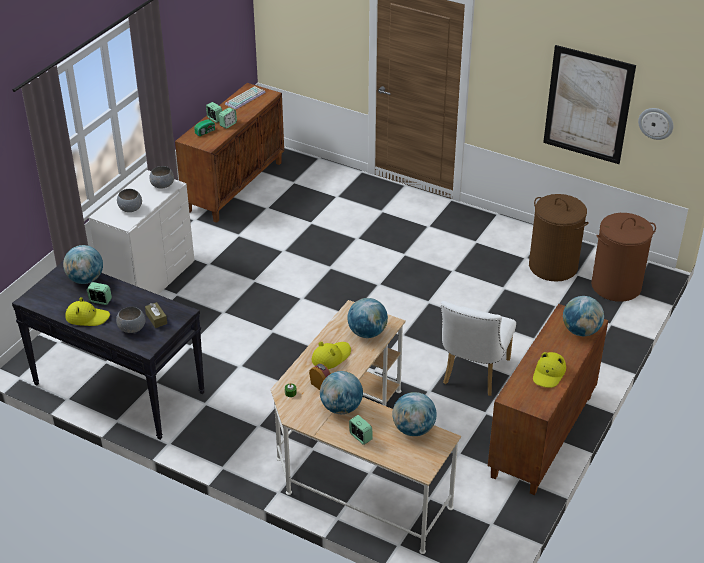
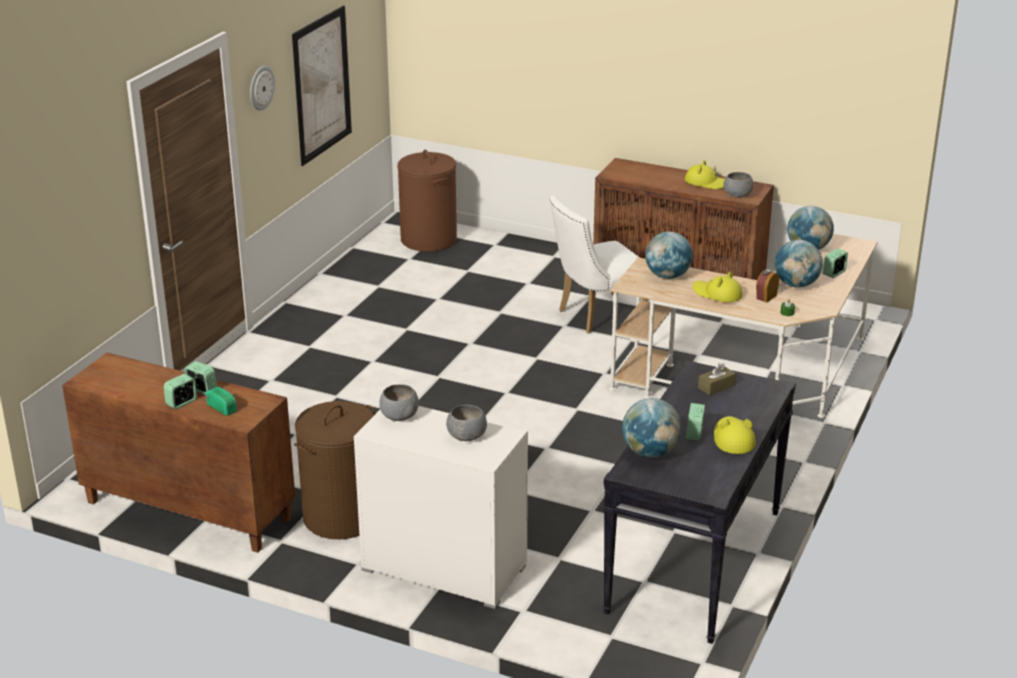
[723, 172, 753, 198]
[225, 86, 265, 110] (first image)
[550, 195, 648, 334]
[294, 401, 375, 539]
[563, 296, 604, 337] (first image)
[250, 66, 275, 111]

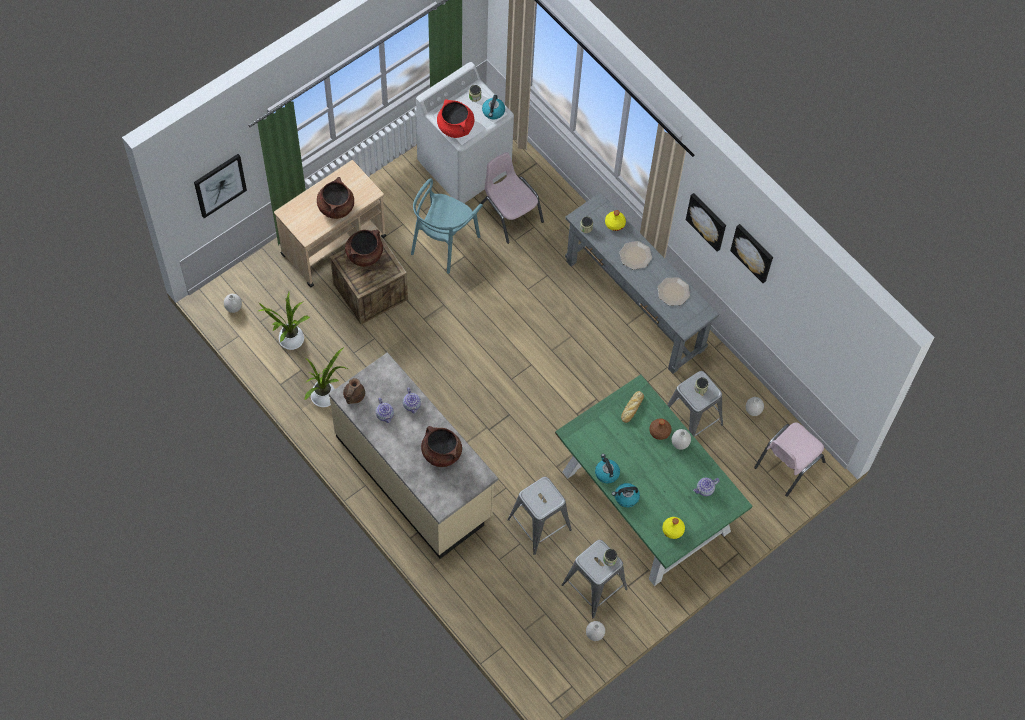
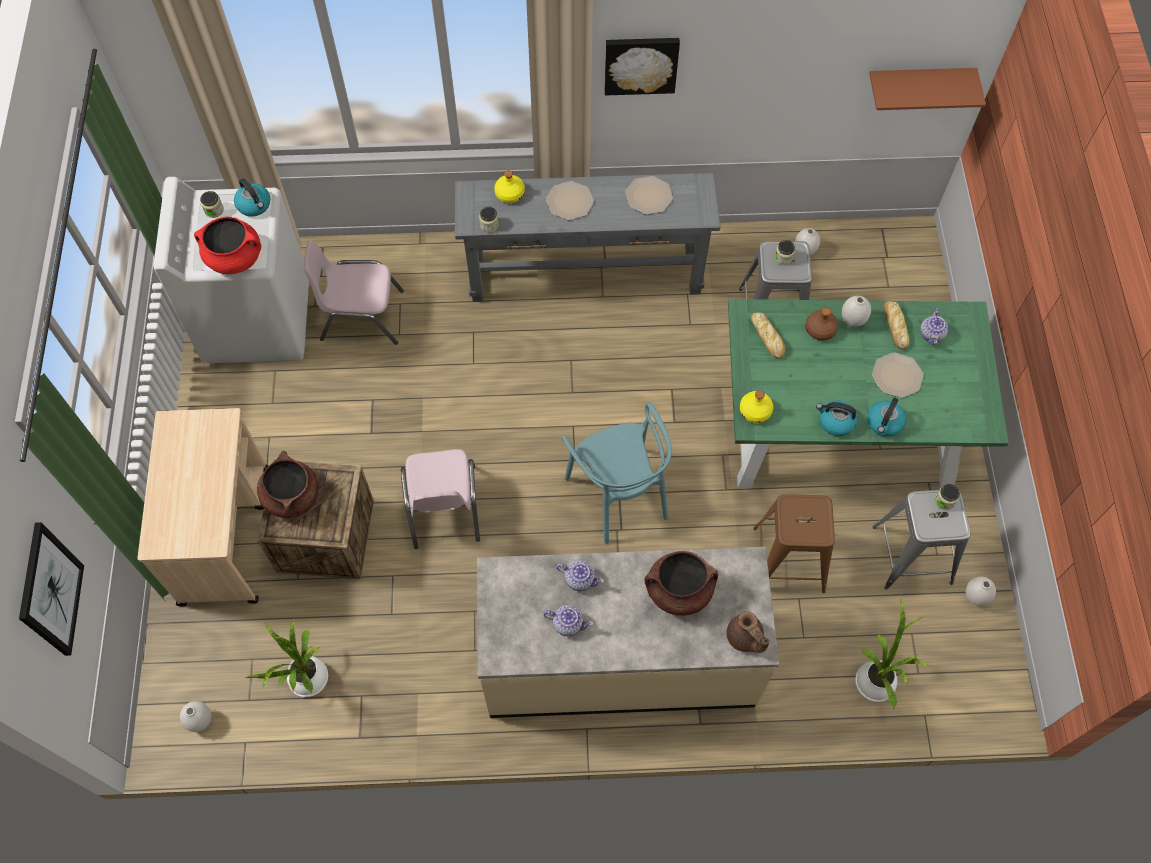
[855, 600, 931, 709]
[317, 177, 354, 219] (first image)
[726, 612, 770, 653]
[561, 402, 672, 544]
[753, 494, 835, 593]
[740, 390, 773, 423]
[730, 224, 773, 283] (first image)
[401, 449, 480, 549]
[869, 68, 986, 110]
[872, 352, 924, 398]
[884, 301, 909, 350]

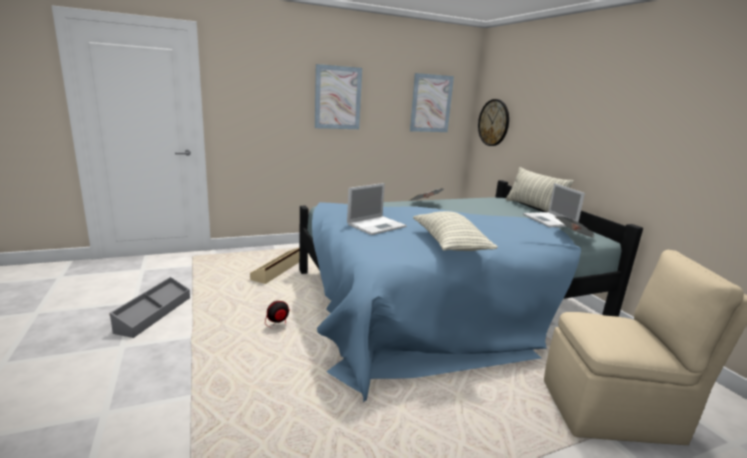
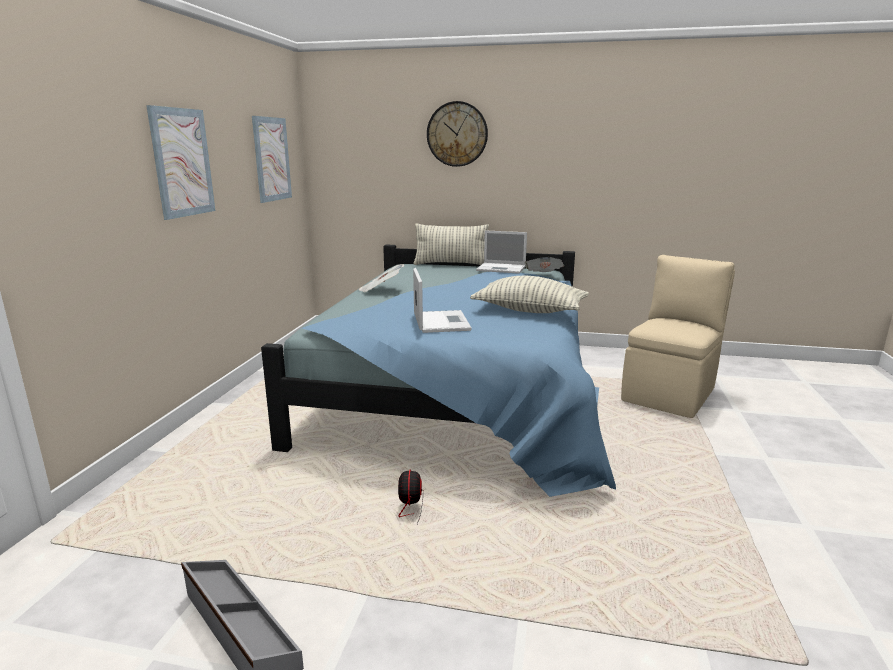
[250, 248, 299, 284] (first image)
[427, 101, 488, 167]

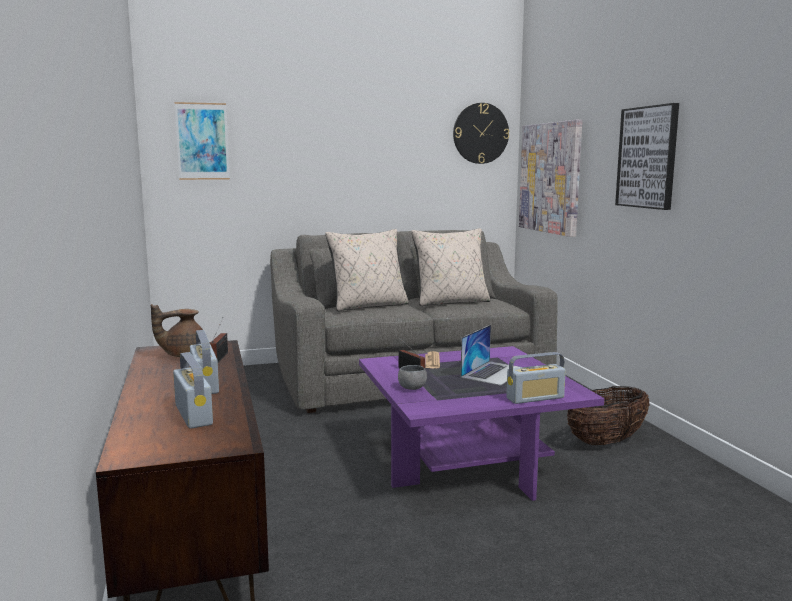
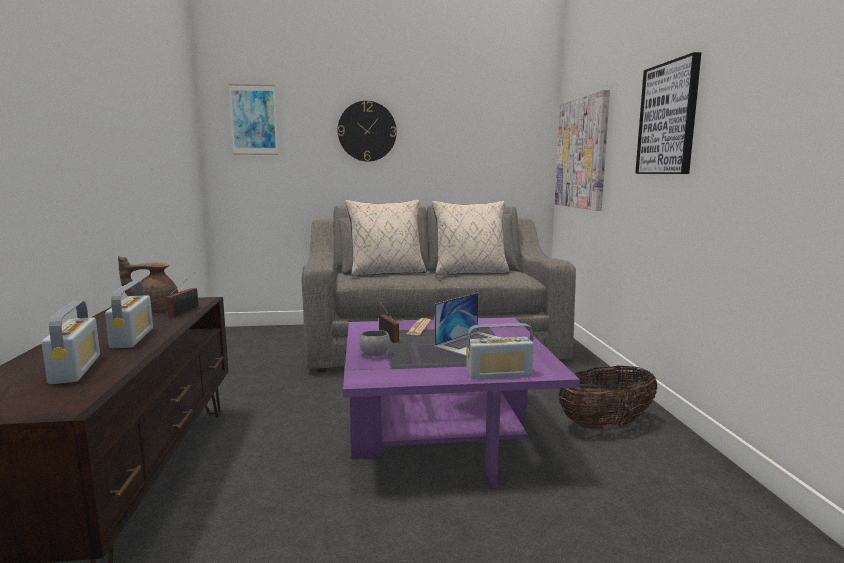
[338, 101, 397, 162]

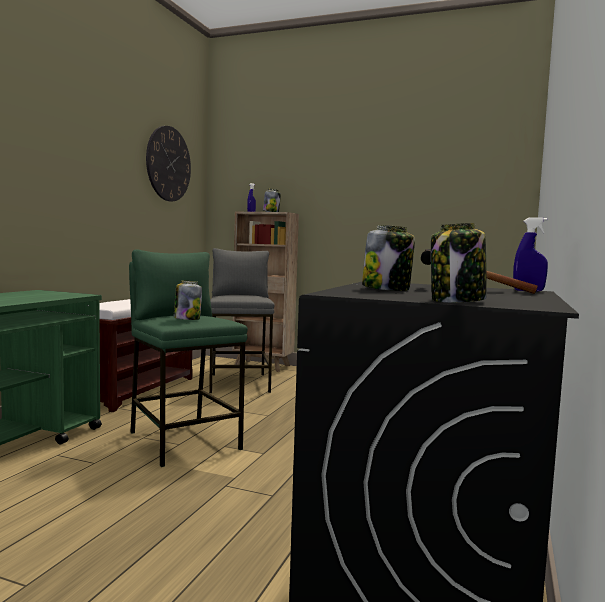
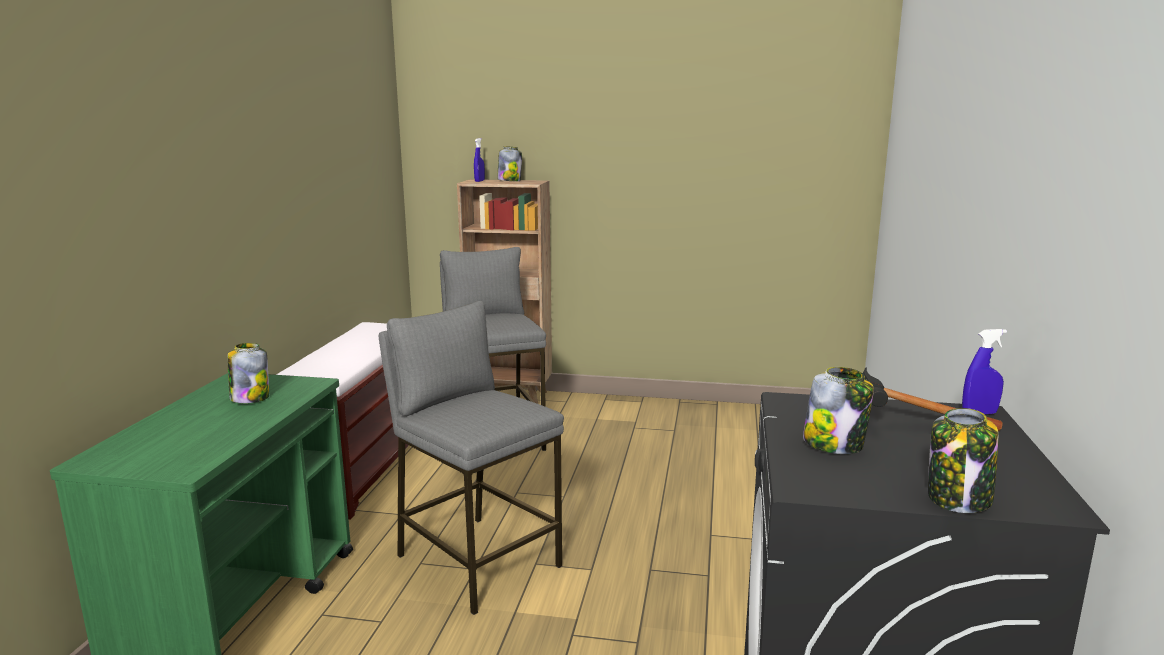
[379, 301, 564, 615]
[146, 126, 191, 201] (first image)
[228, 343, 269, 403]

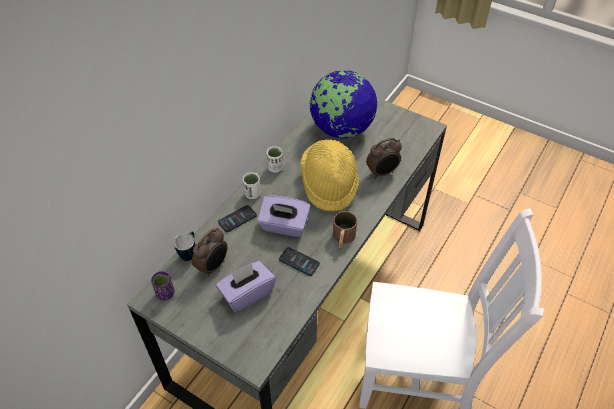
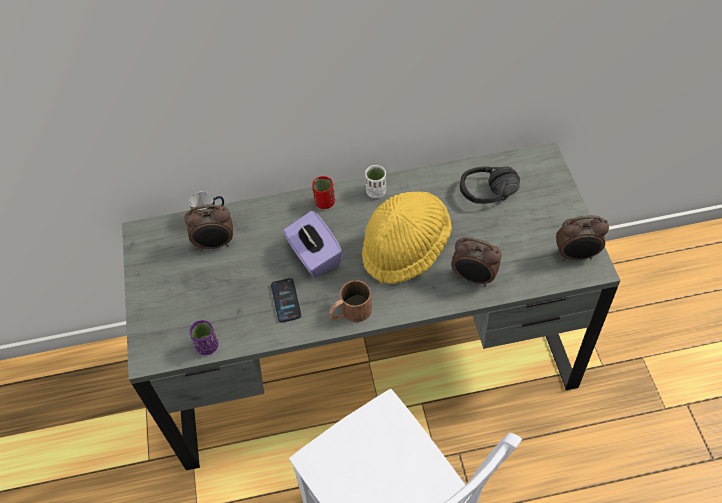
[189, 320, 218, 355]
[216, 261, 276, 313] (first image)
[218, 205, 257, 232] (first image)
[312, 176, 335, 209]
[460, 166, 520, 204]
[556, 215, 609, 261]

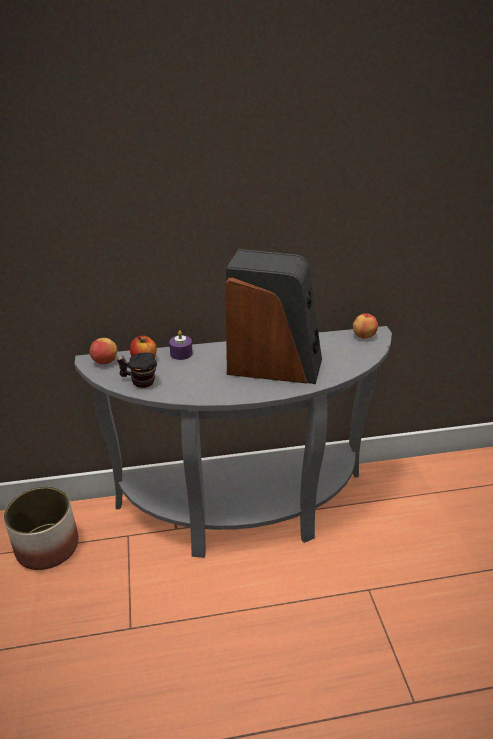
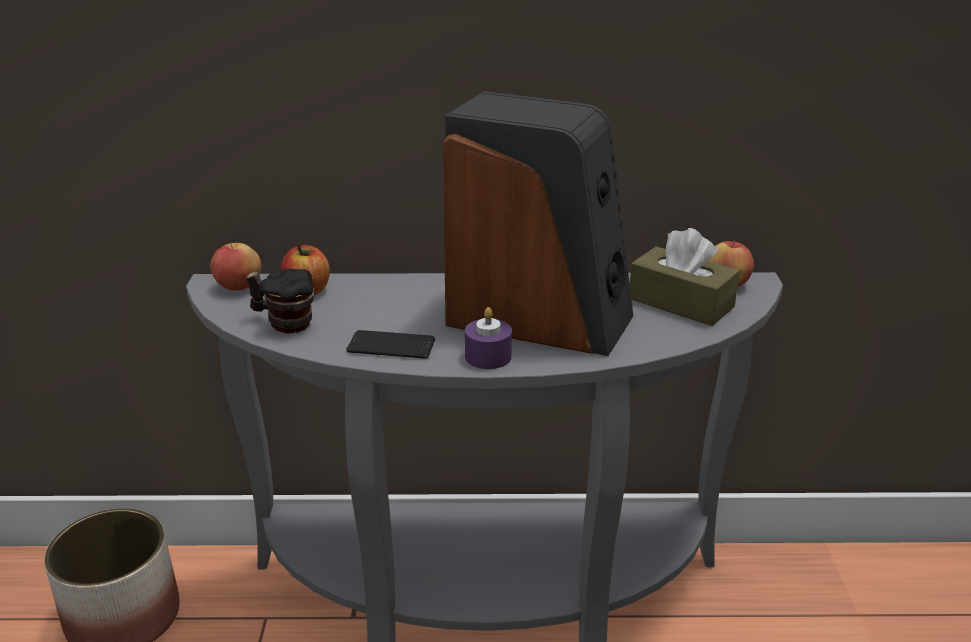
[465, 307, 512, 369]
[346, 330, 435, 359]
[630, 228, 740, 326]

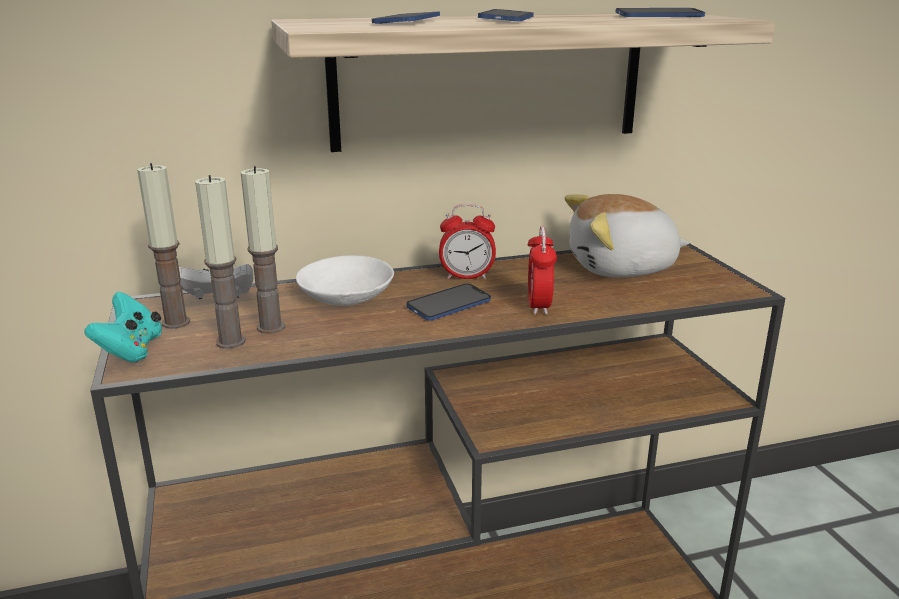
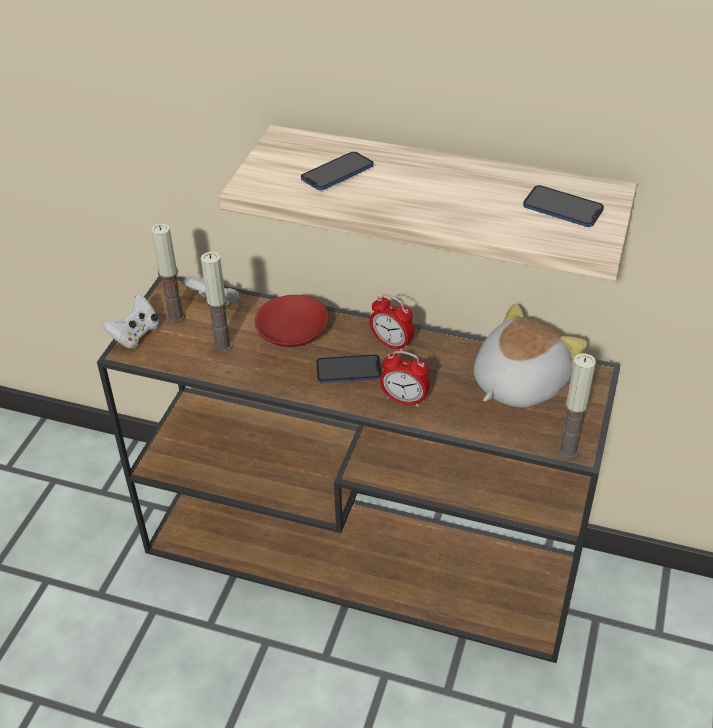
[102, 293, 159, 349]
[557, 353, 596, 459]
[255, 295, 329, 347]
[478, 9, 534, 21] (first image)
[380, 351, 430, 407]
[473, 303, 587, 408]

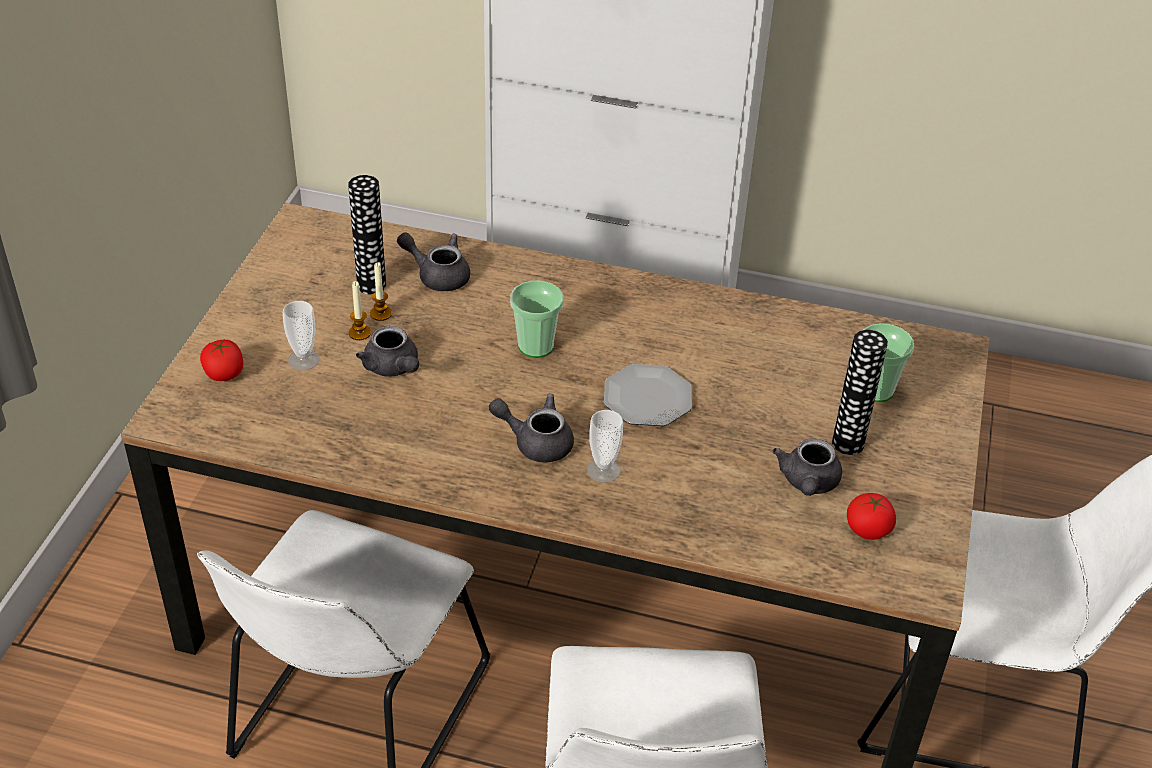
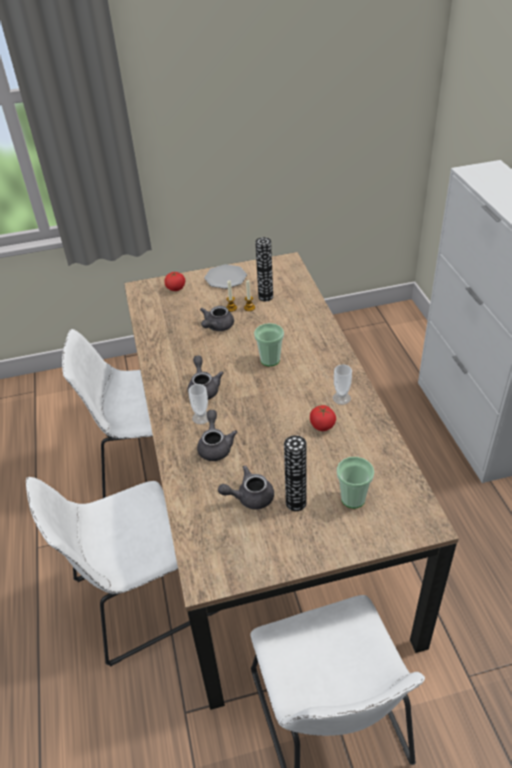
[333, 364, 352, 405]
[197, 410, 237, 461]
[204, 264, 247, 289]
[310, 405, 336, 431]

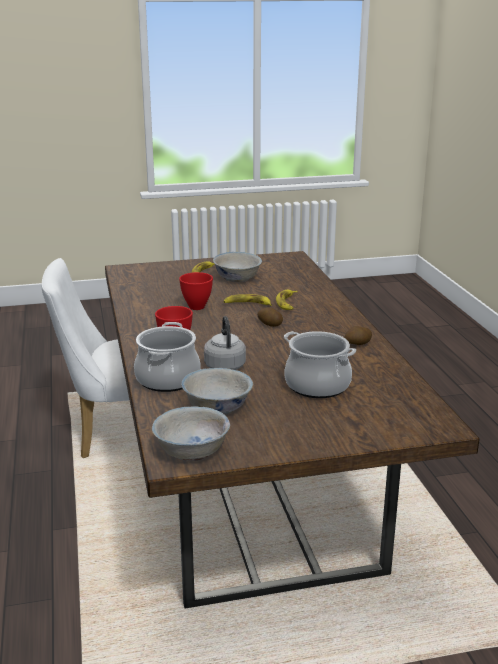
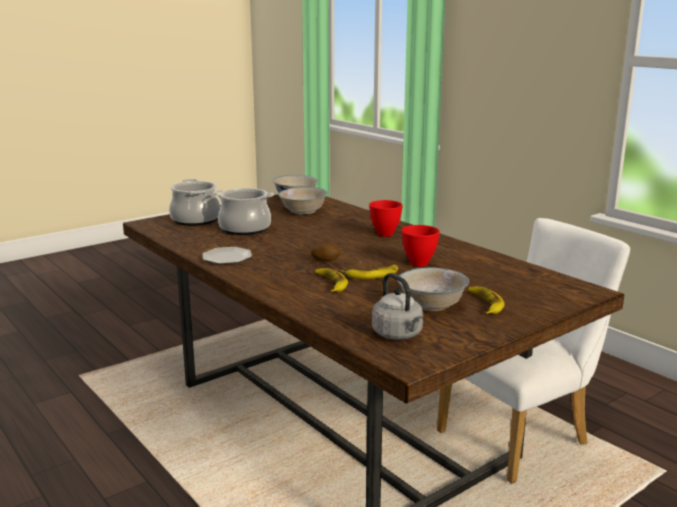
[169, 179, 221, 226]
[372, 273, 423, 340]
[203, 247, 252, 264]

